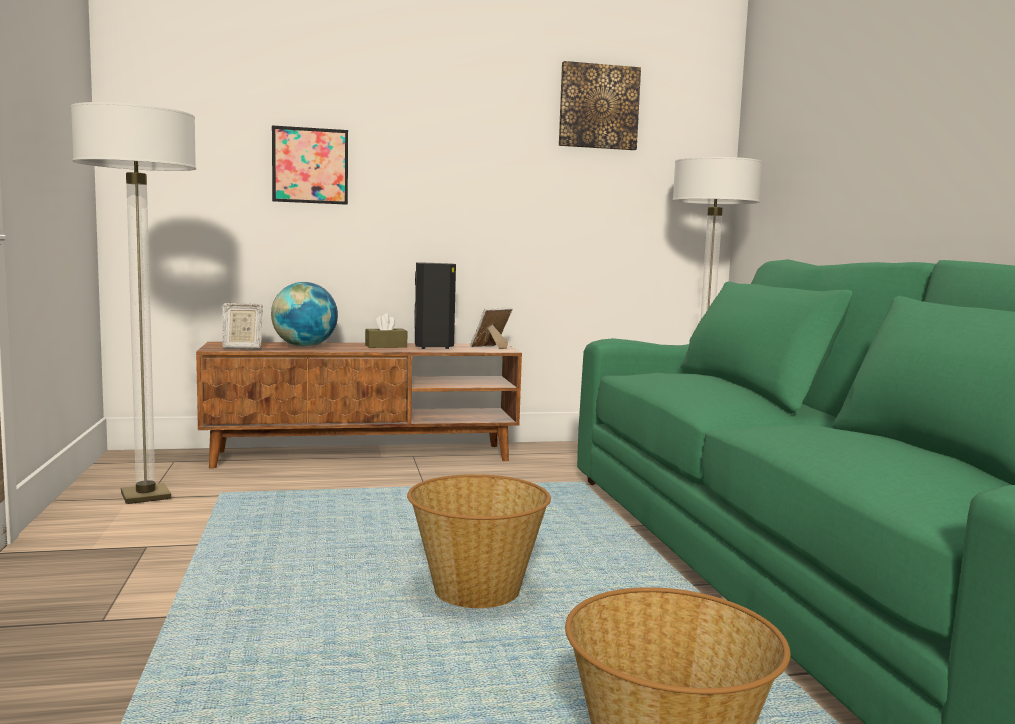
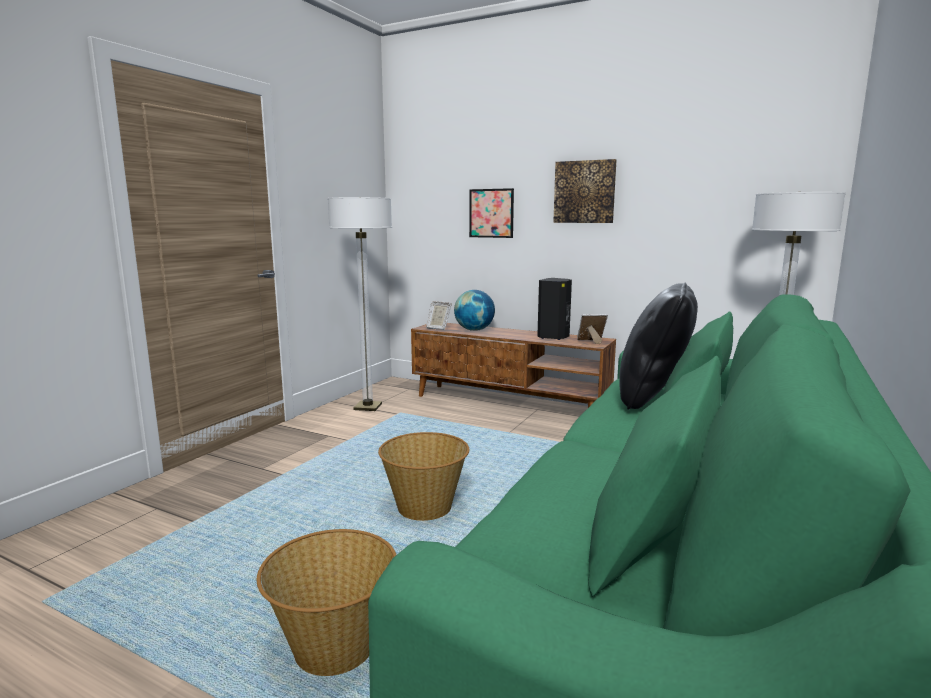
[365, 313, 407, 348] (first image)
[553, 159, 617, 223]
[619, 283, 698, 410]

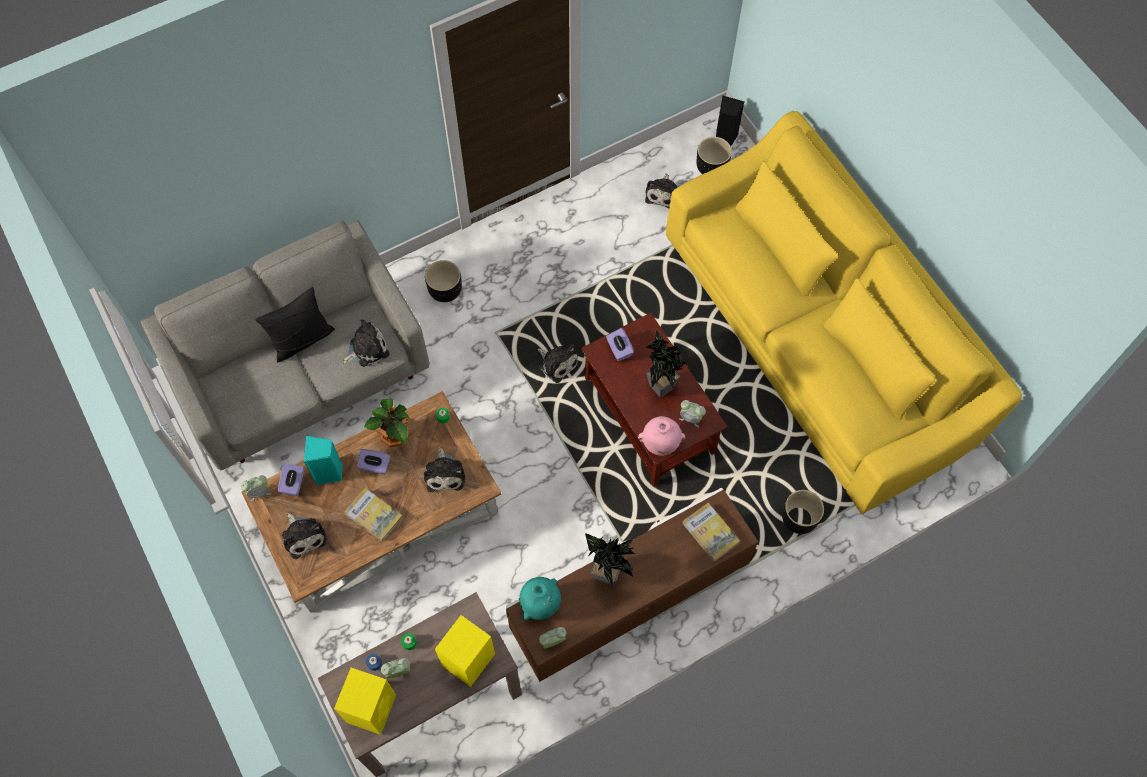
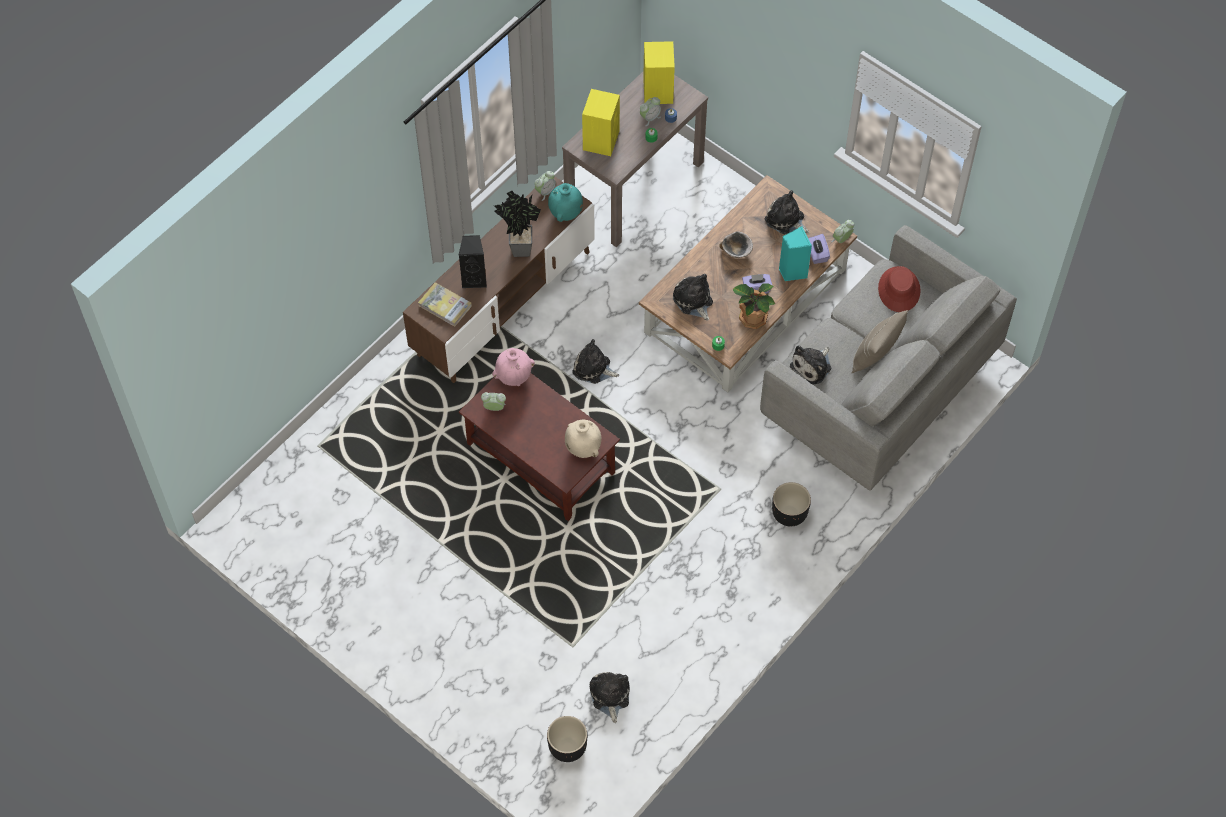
[852, 310, 908, 373]
[719, 231, 753, 258]
[572, 339, 619, 384]
[565, 420, 602, 458]
[646, 330, 691, 398] (first image)
[666, 111, 1022, 514] (first image)
[458, 235, 487, 288]
[782, 490, 824, 534] (first image)
[878, 266, 921, 312]

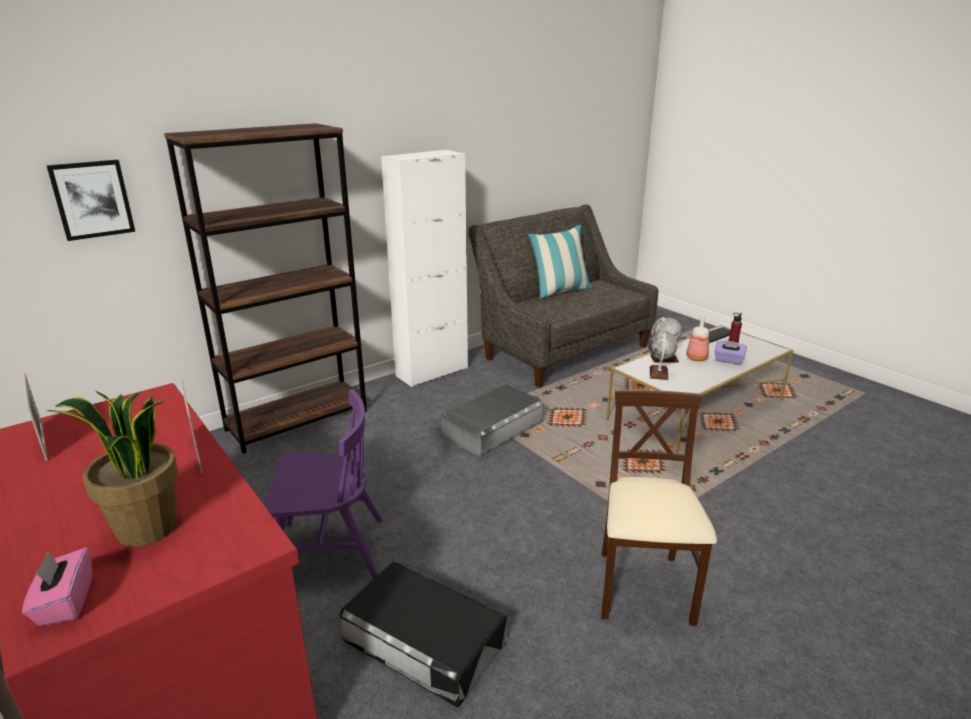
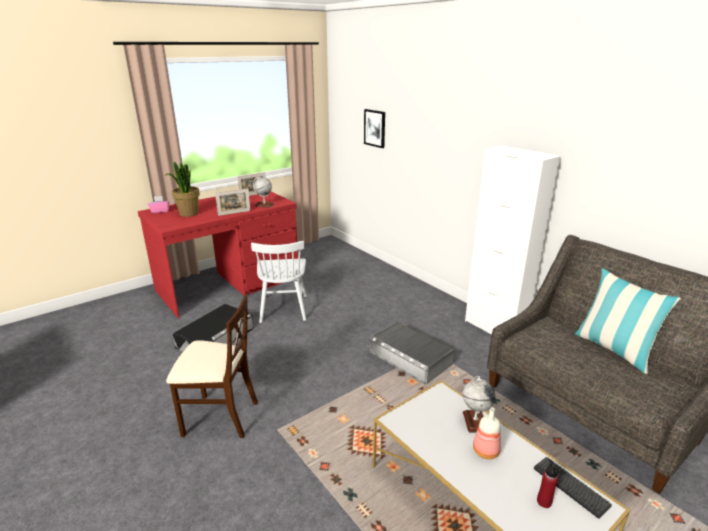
[164, 123, 367, 454] (first image)
[251, 241, 307, 323]
[253, 177, 274, 208]
[715, 340, 747, 365] (first image)

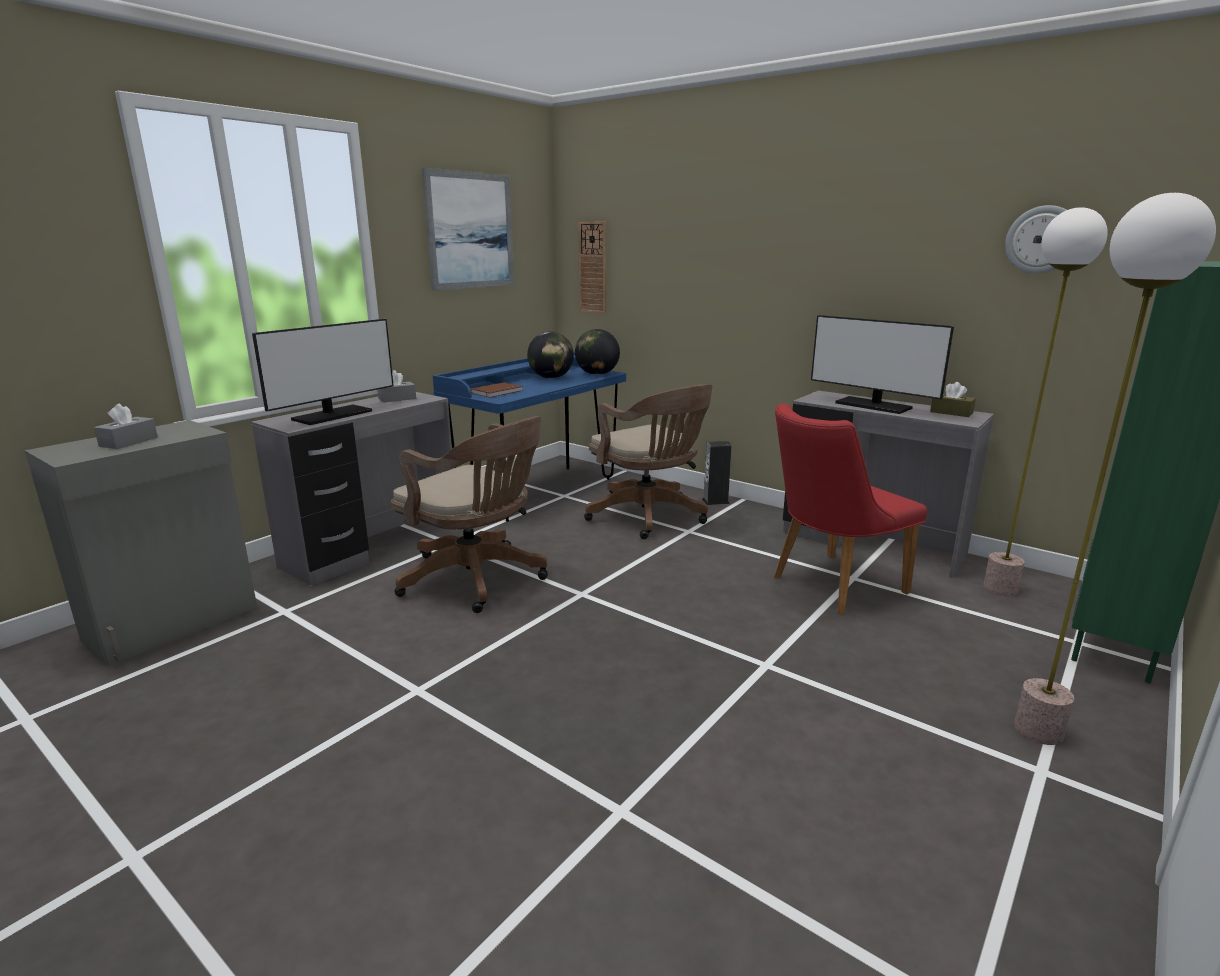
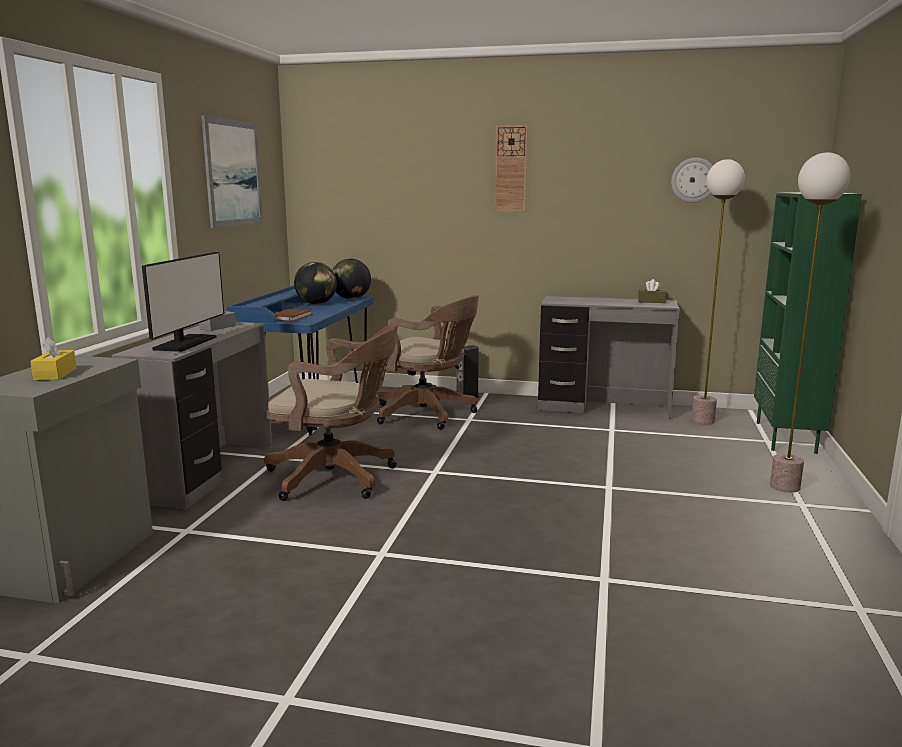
[30, 336, 77, 381]
[495, 125, 528, 212]
[774, 404, 927, 614] (first image)
[811, 315, 954, 414] (first image)

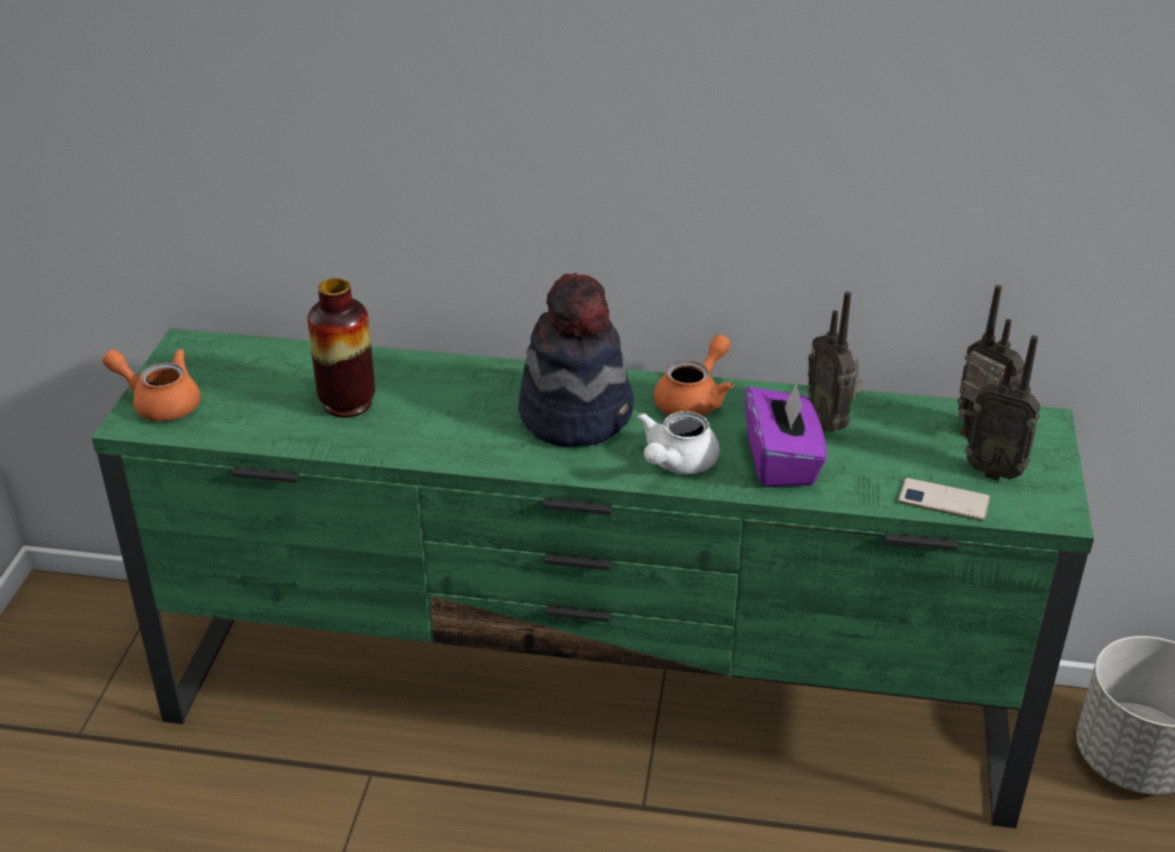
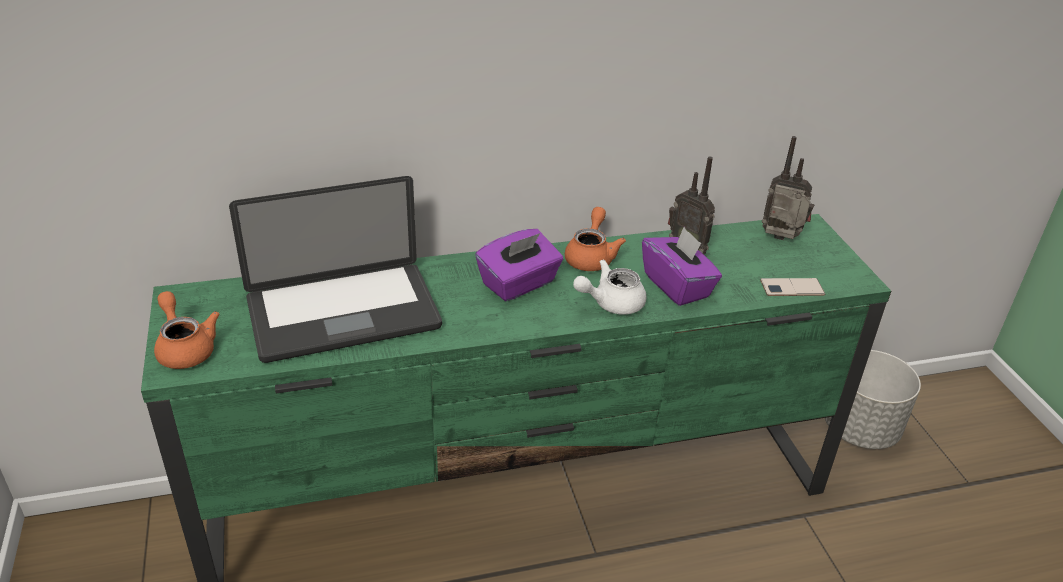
[154, 291, 220, 369]
[229, 176, 442, 363]
[475, 229, 563, 301]
[573, 259, 646, 315]
[961, 335, 1040, 481] (first image)

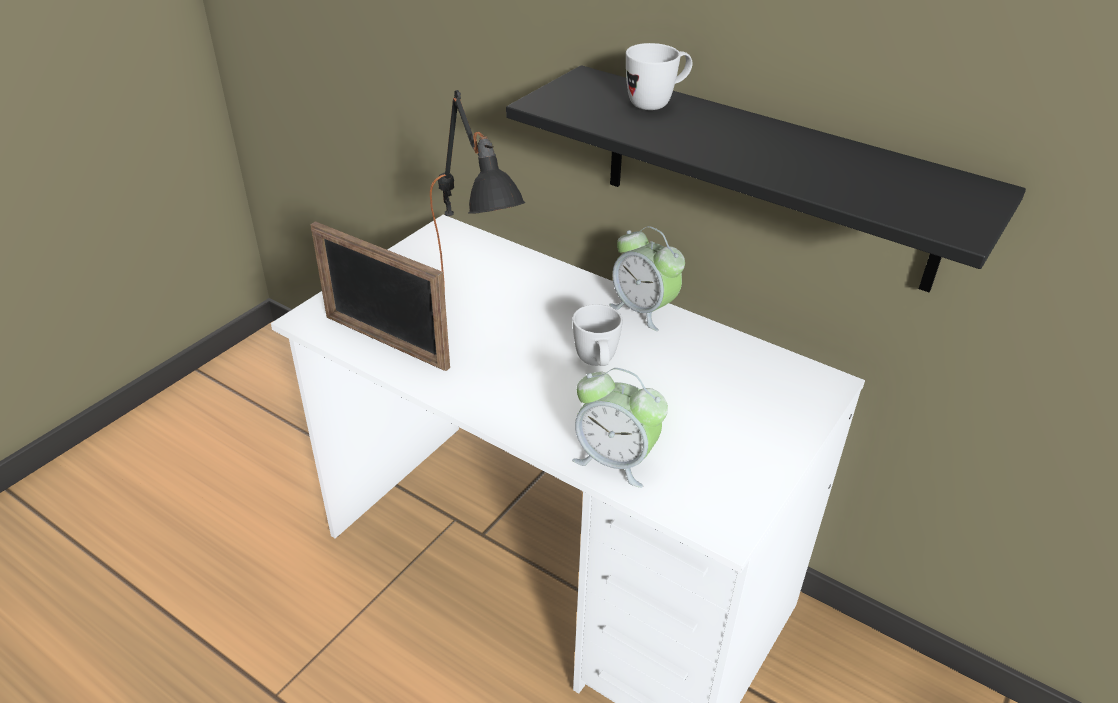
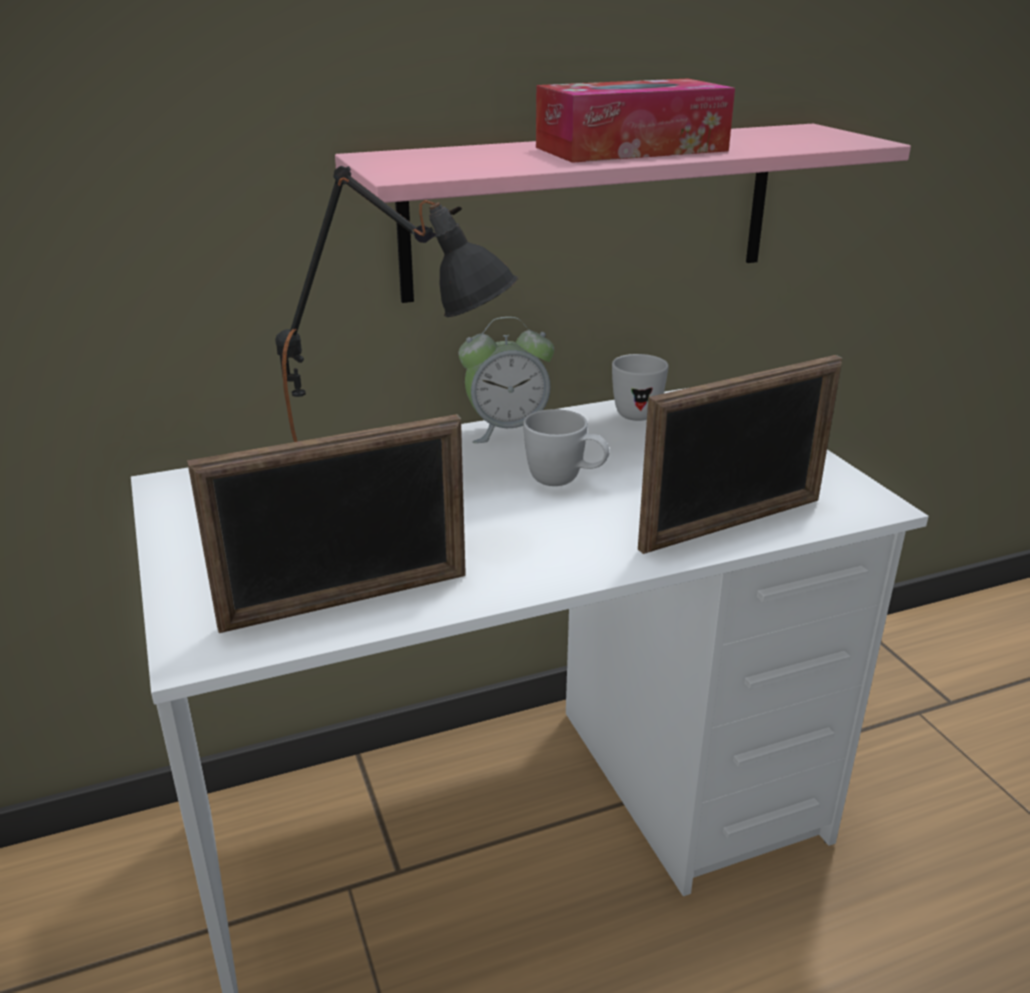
[335, 124, 911, 303]
[638, 355, 842, 554]
[612, 354, 669, 421]
[536, 78, 735, 163]

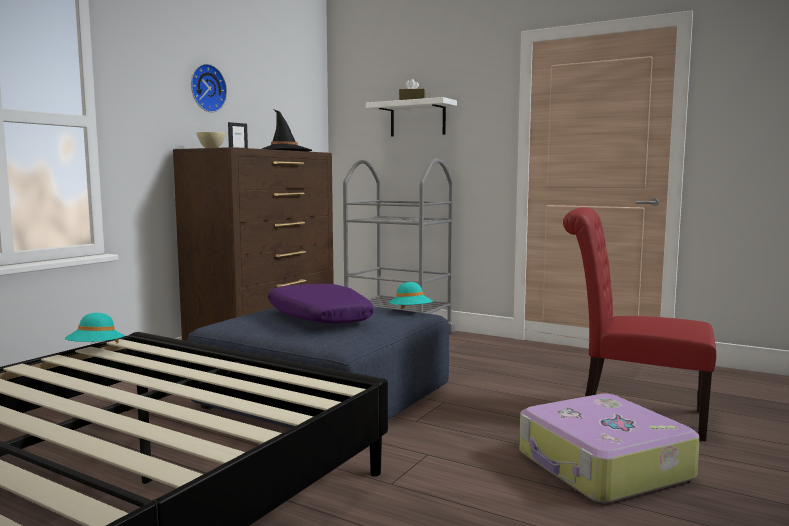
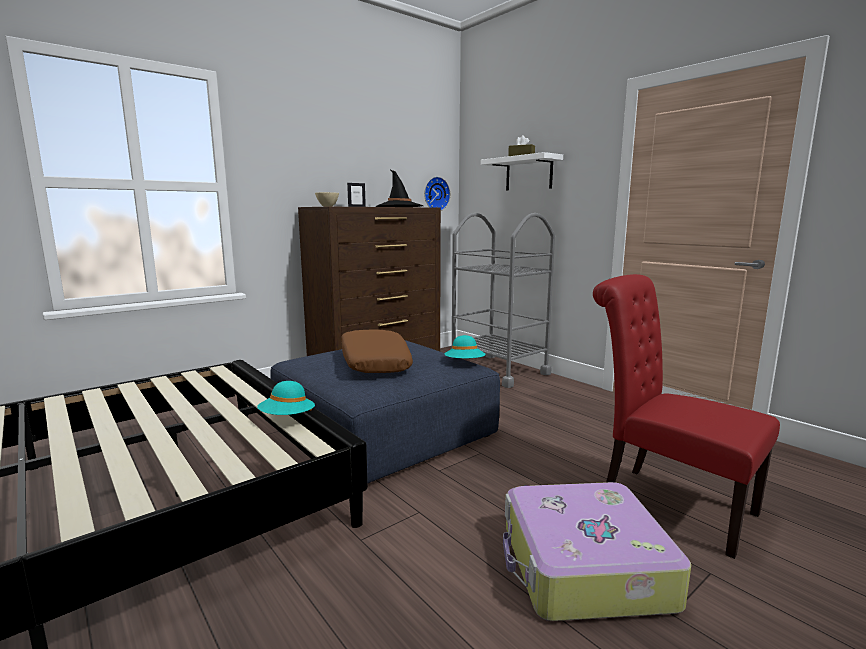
[257, 381, 315, 415]
[424, 177, 450, 211]
[341, 330, 413, 373]

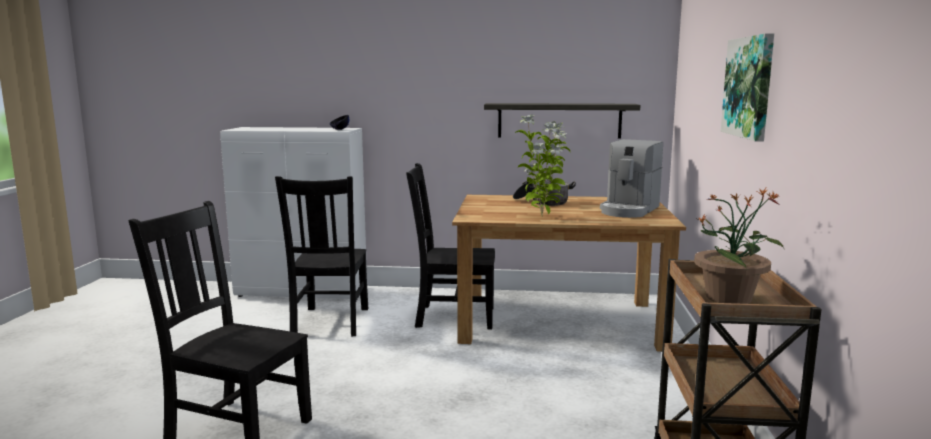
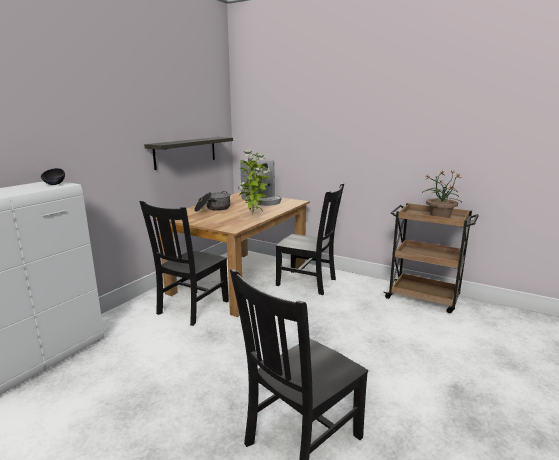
[276, 183, 344, 295]
[721, 33, 774, 142] (first image)

